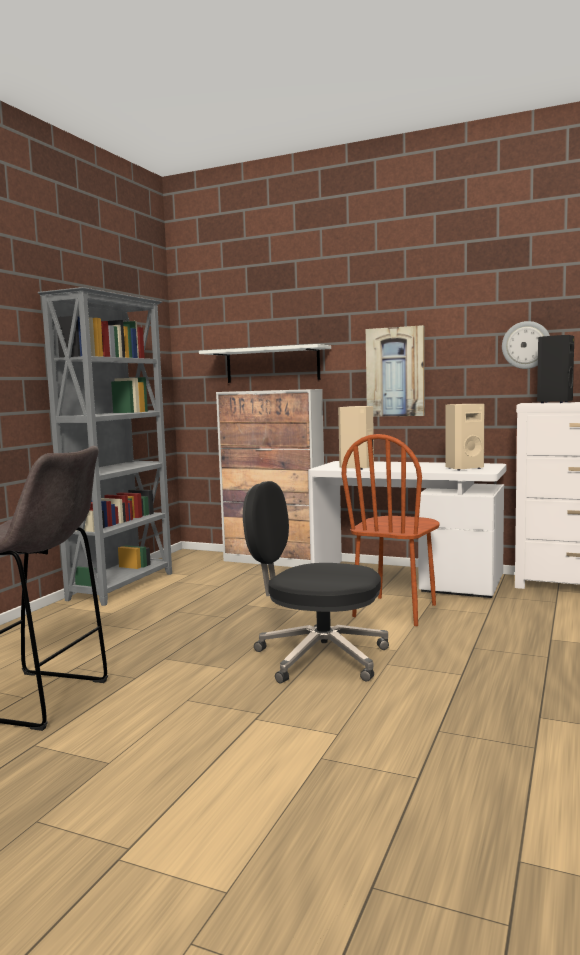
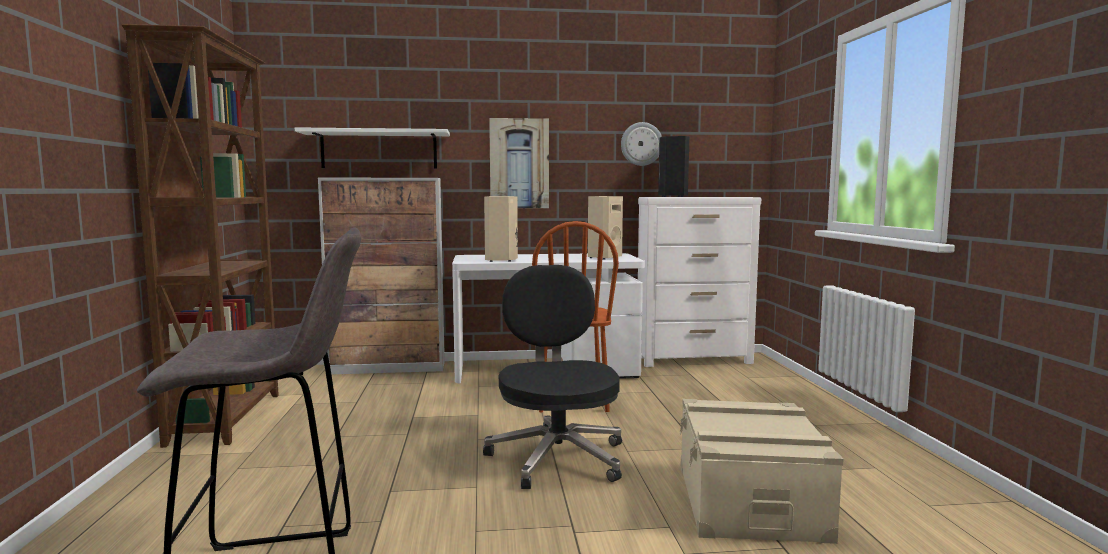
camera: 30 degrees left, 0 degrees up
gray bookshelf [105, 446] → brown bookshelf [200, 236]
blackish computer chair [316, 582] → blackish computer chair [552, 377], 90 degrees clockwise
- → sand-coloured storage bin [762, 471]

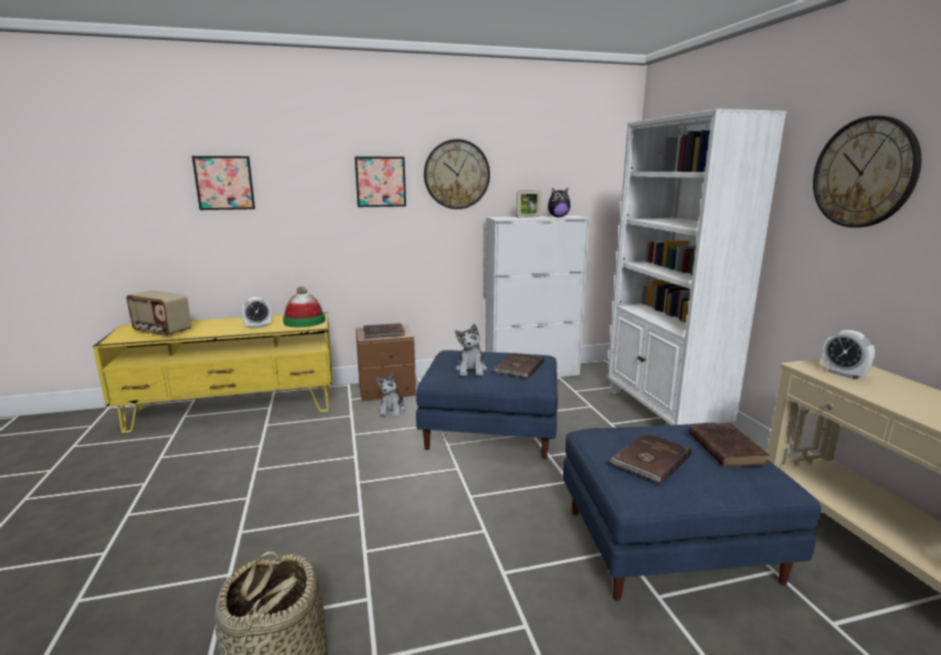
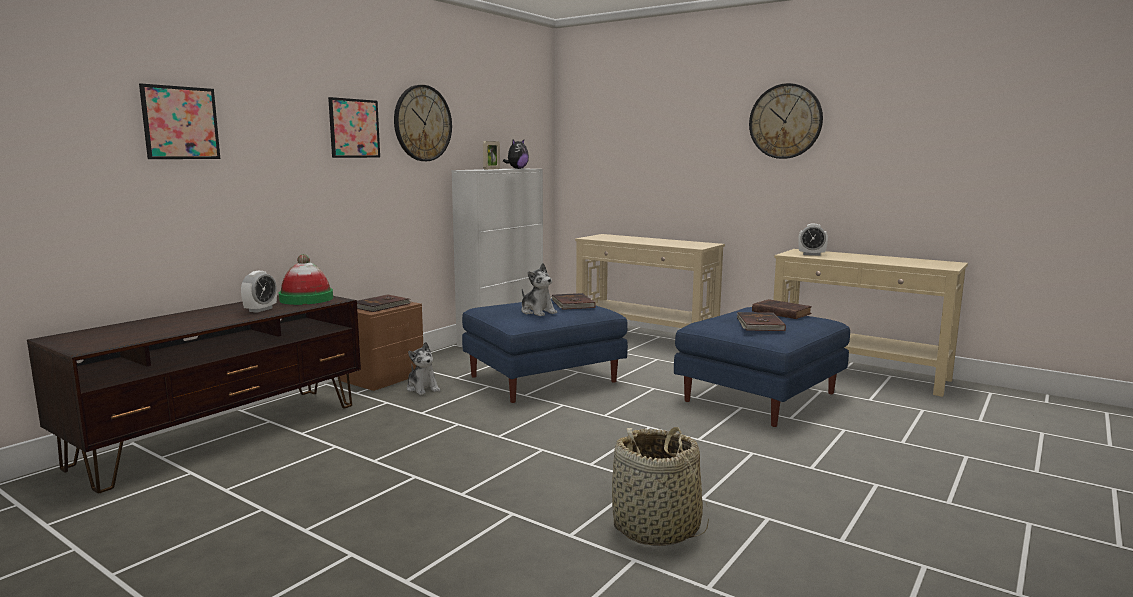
camera: 40 degrees left, 5 degrees down
white bookshelf [697, 267] → sand-coloured narrow table [650, 281]
radio set [158, 313] → -
yellow tv unit [212, 372] → brown tv unit [194, 394]

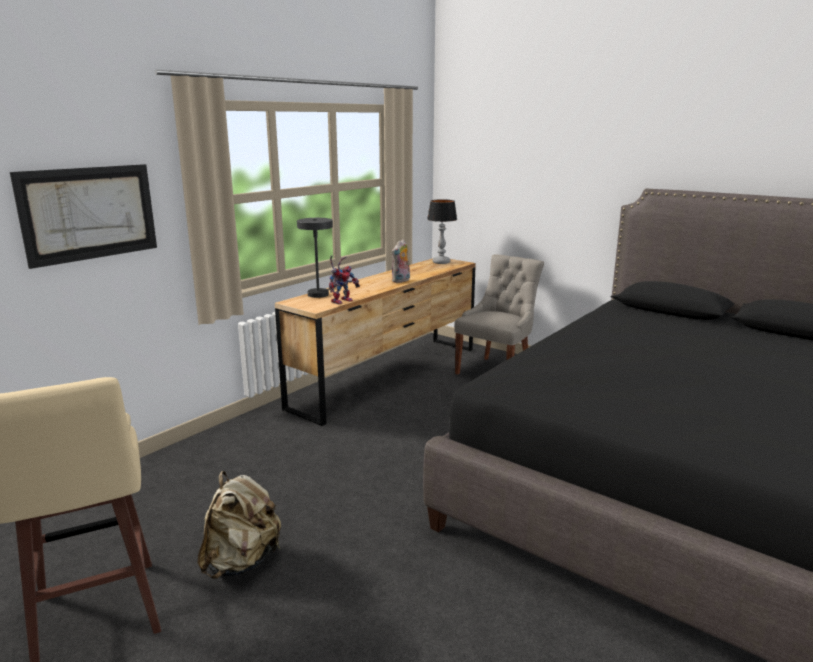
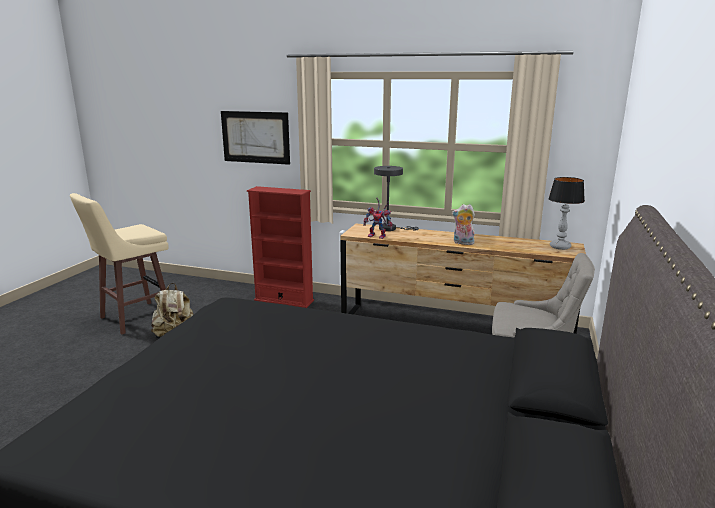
camera: 70 degrees right, 0 degrees up
- → reddish bookshelf [280, 247]

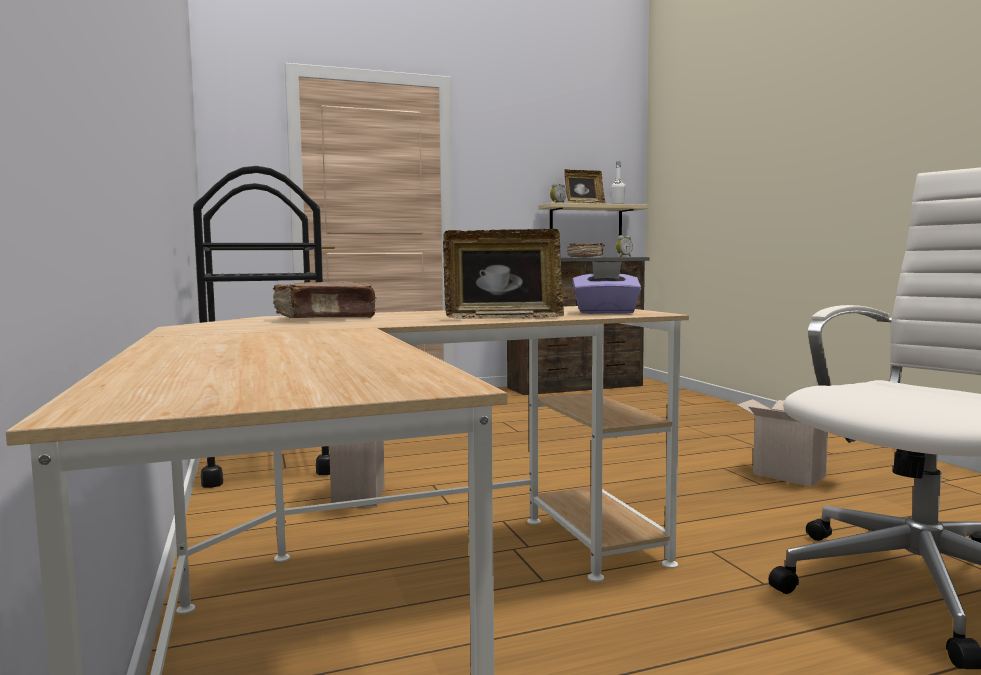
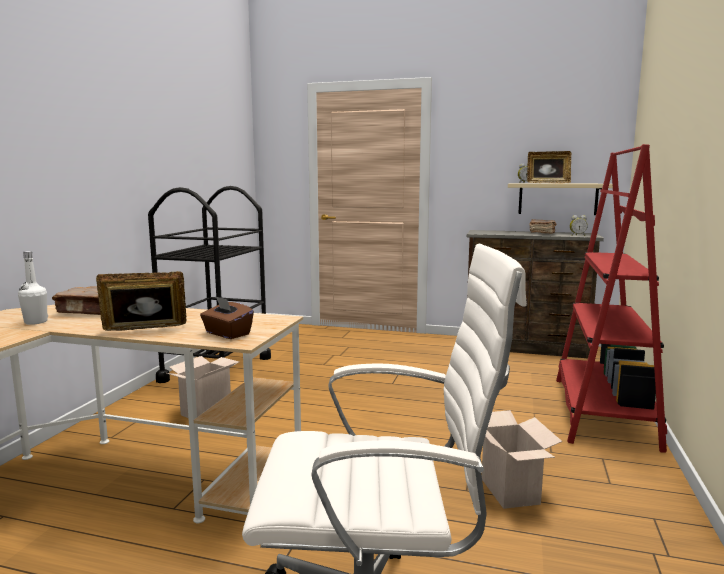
camera: 35 degrees right, 5 degrees up
white beverage bottle [618, 183] → white beverage bottle [33, 288], moved
photo frame [503, 274] → photo frame [141, 301], 135 degrees clockwise
purple box of tissues [607, 288] → brown box of tissues [227, 317]
- → reddish bookshelf [611, 298]

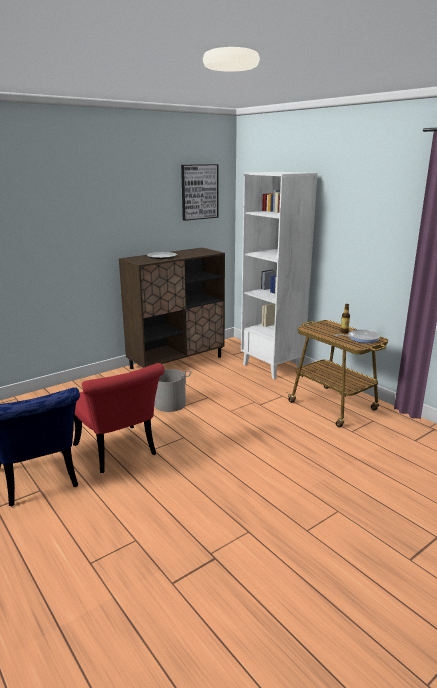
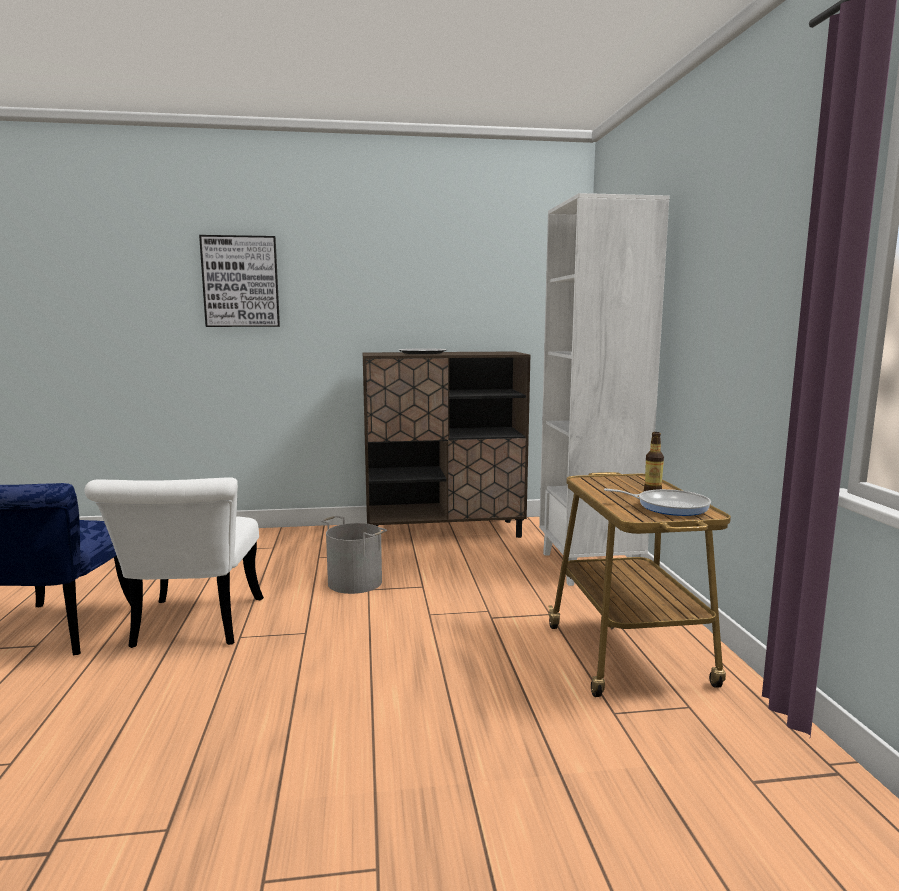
camera: 30 degrees right, 10 degrees down
wall art [199, 192] → wall art [239, 281], moved
reddish chair [118, 418] → white chair [174, 562]

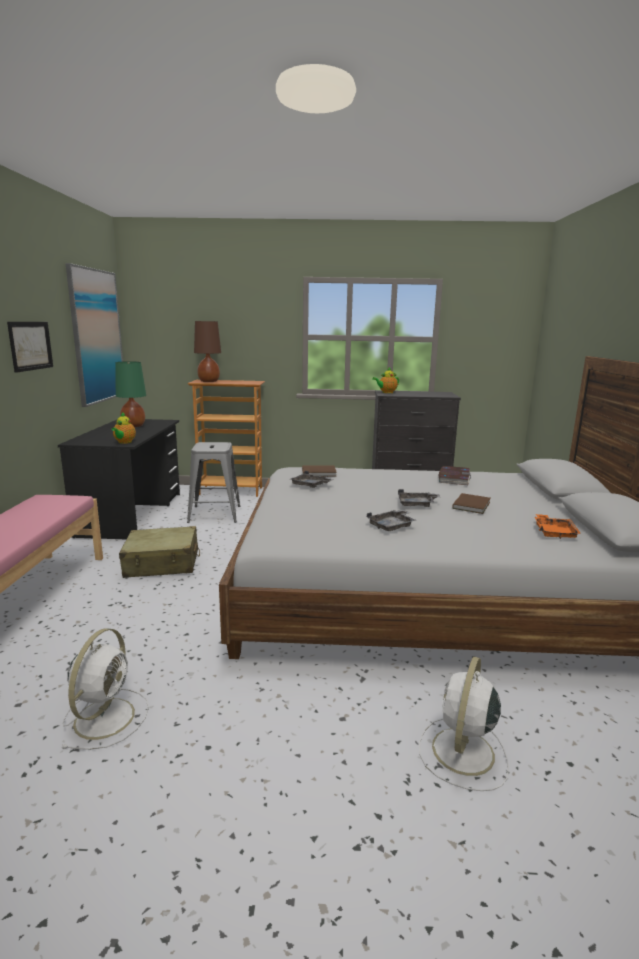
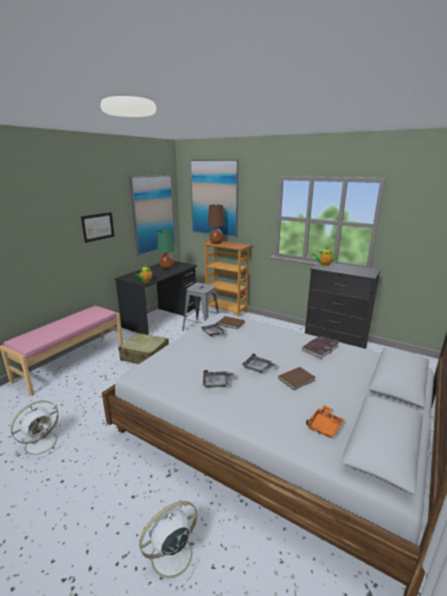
camera: 30 degrees right, 5 degrees up
- → wall art [214, 198]

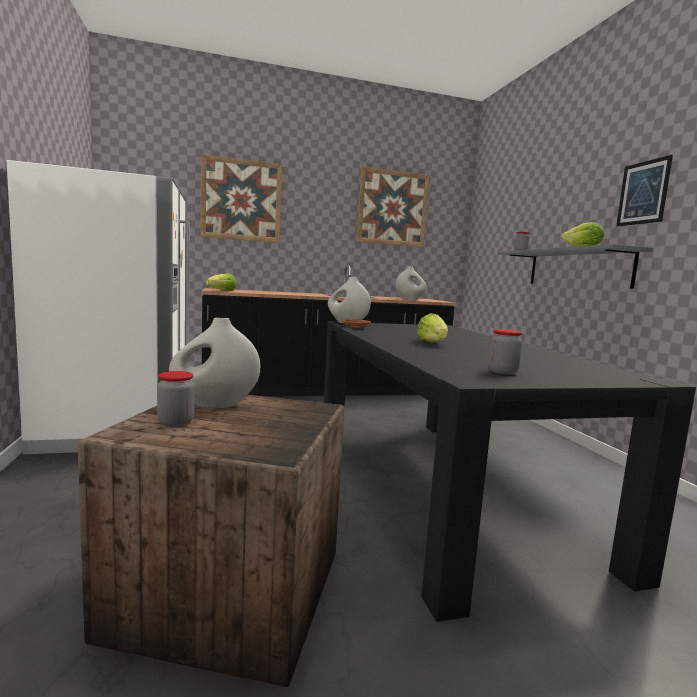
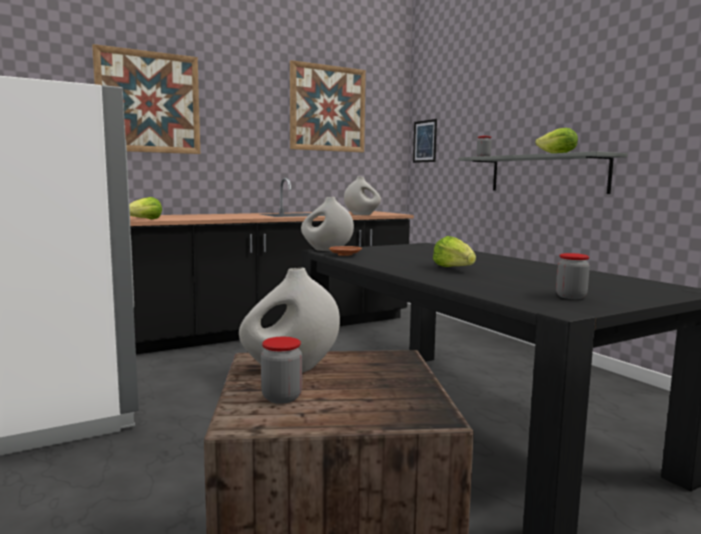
camera: 15 degrees left, 0 degrees up
wall art [644, 190] → wall art [425, 141], moved

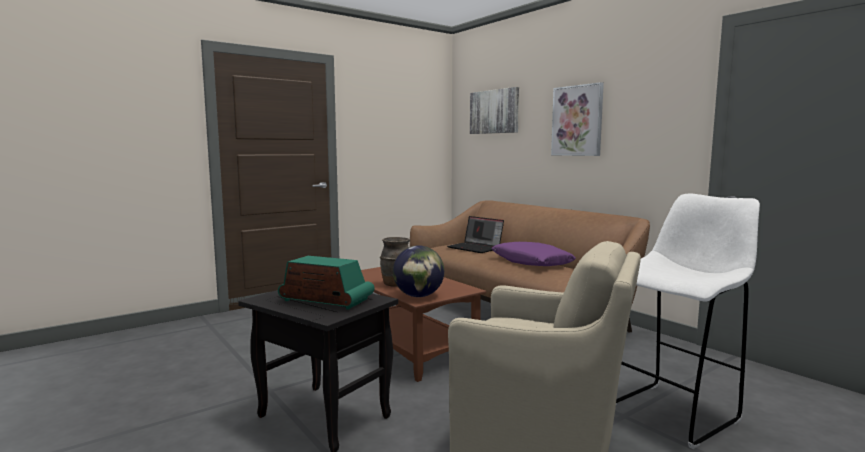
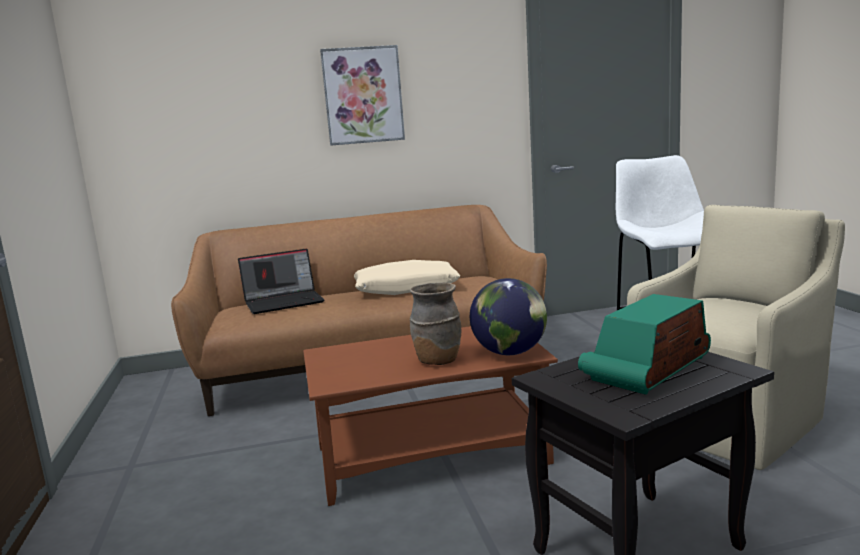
camera: 65 degrees left, 5 degrees up
wall art [494, 110] → -
purple pillow [534, 254] → sand-coloured pillow [407, 277]

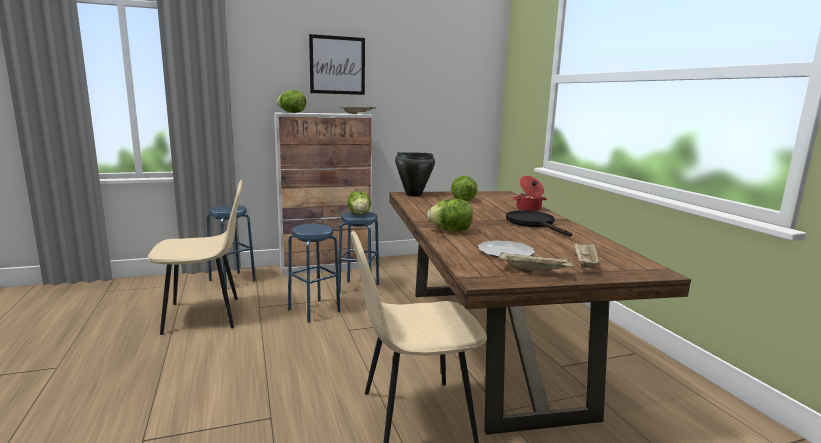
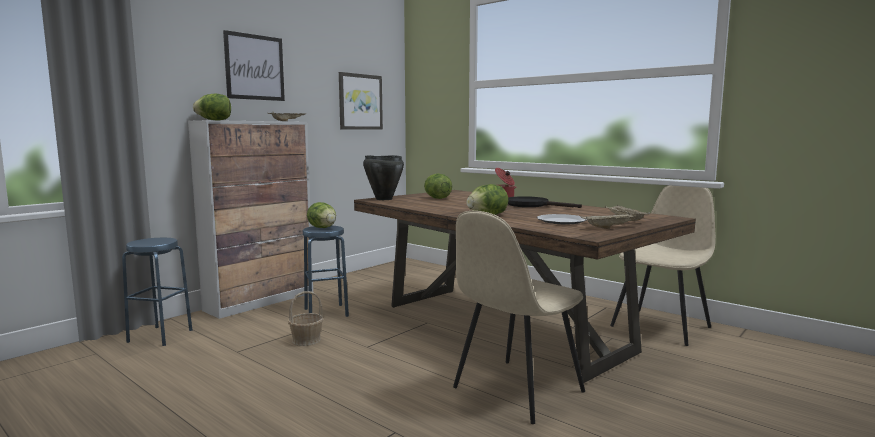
camera: 30 degrees left, 5 degrees down
sand-coloured chair [195, 257] → sand-coloured chair [663, 265], moved
bluish stool seat [314, 273] → storage basket [305, 318]
- → wall art [361, 101]

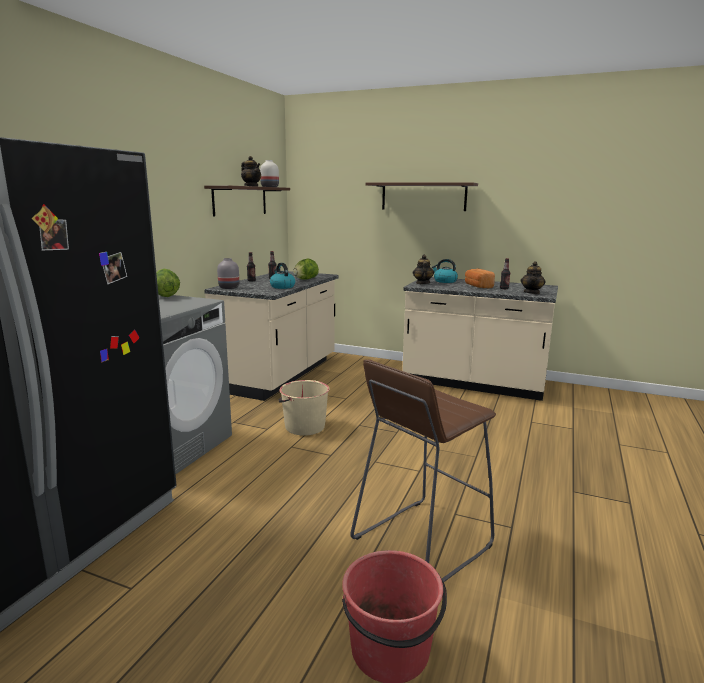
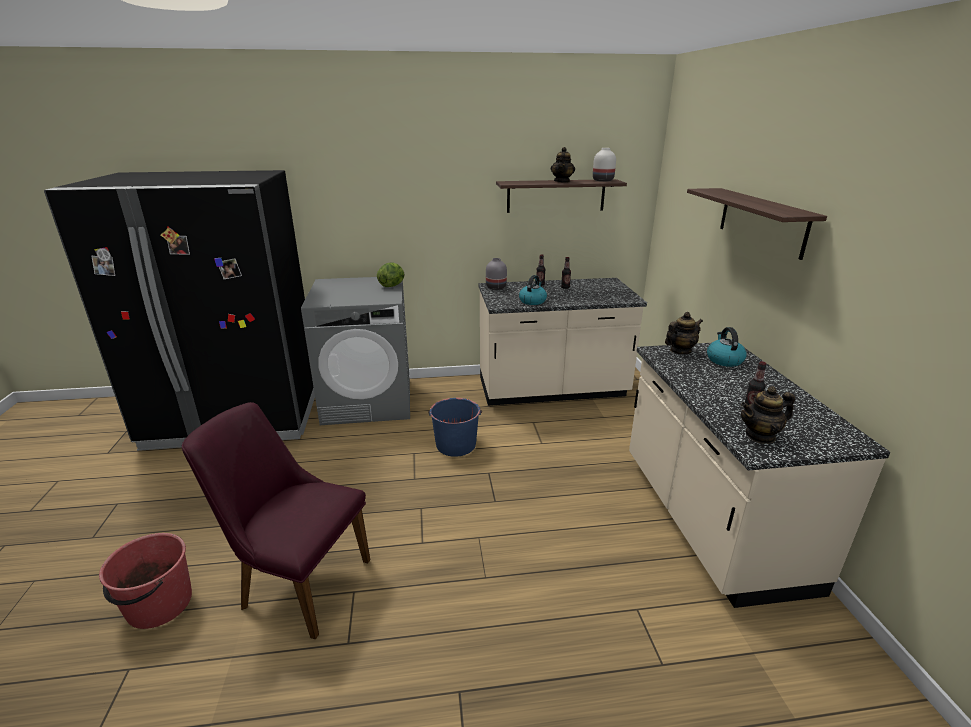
camera: 60 degrees right, 10 degrees up
head of lettuce [306, 269] → -
bakery bread [480, 278] → -
brown stool seat [423, 471] → purple chair [276, 521]
sand-coloured pail [304, 407] → bluish pail [455, 427]

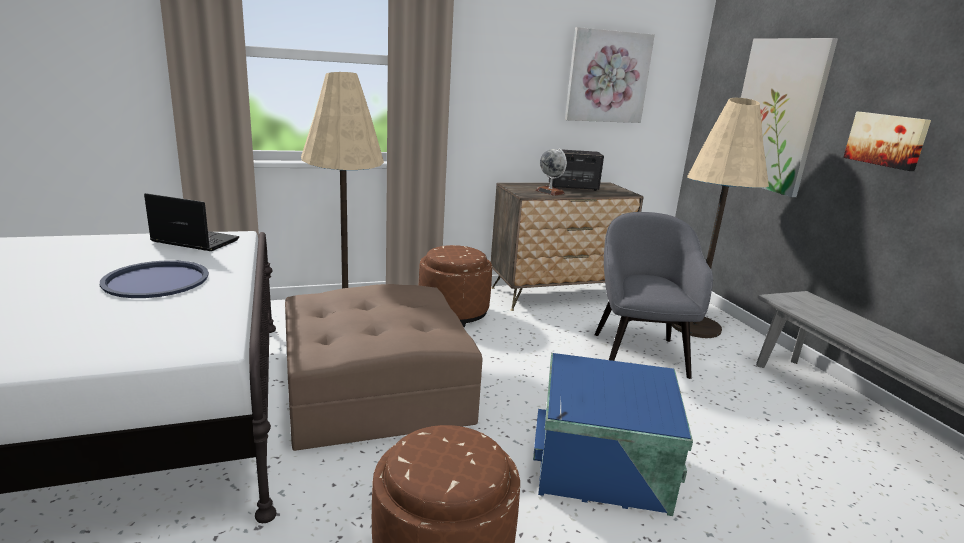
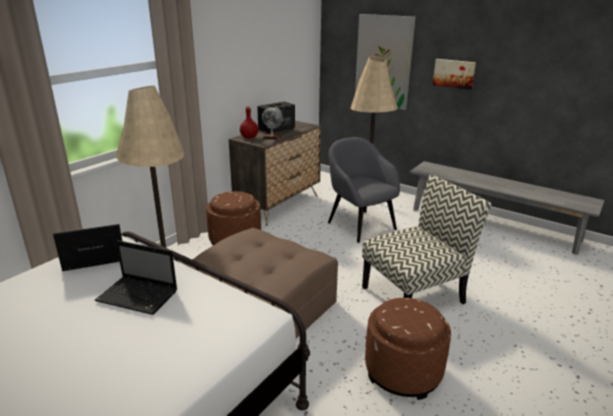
camera: 35 degrees left, 5 degrees up
wall art [610, 75] → -
bluish tray [154, 279] → notebook computer [136, 277]
bluish storage bin [613, 434] → chair [426, 239]
- → reddish beverage bottle [249, 122]

